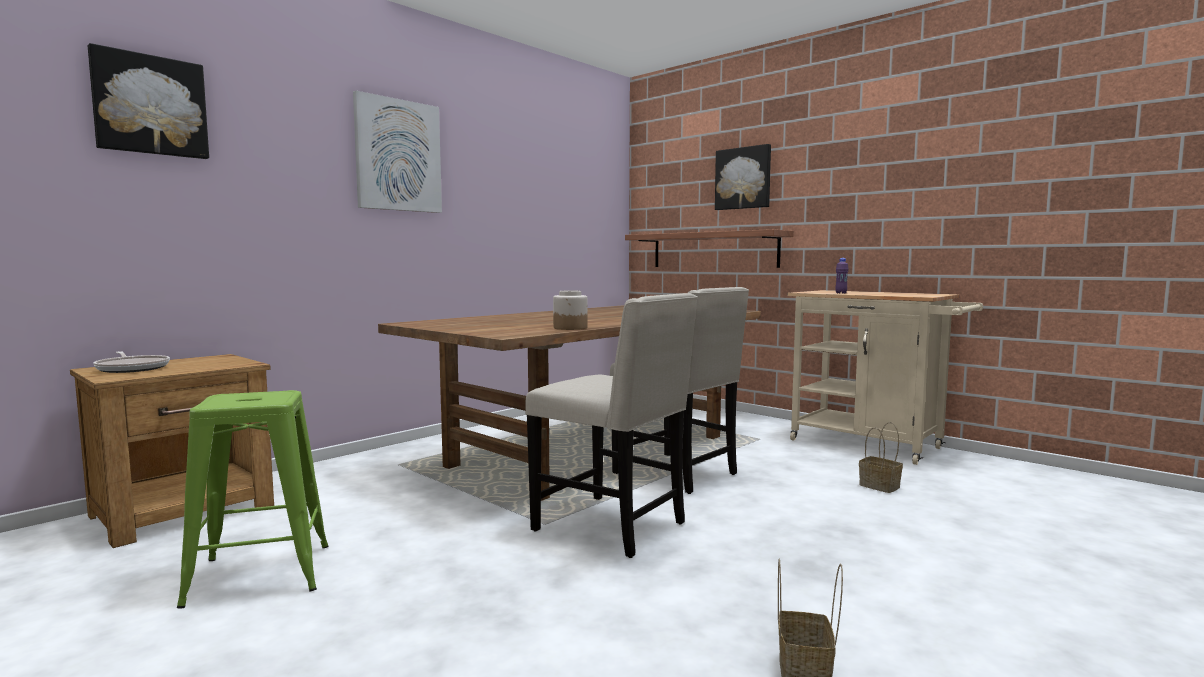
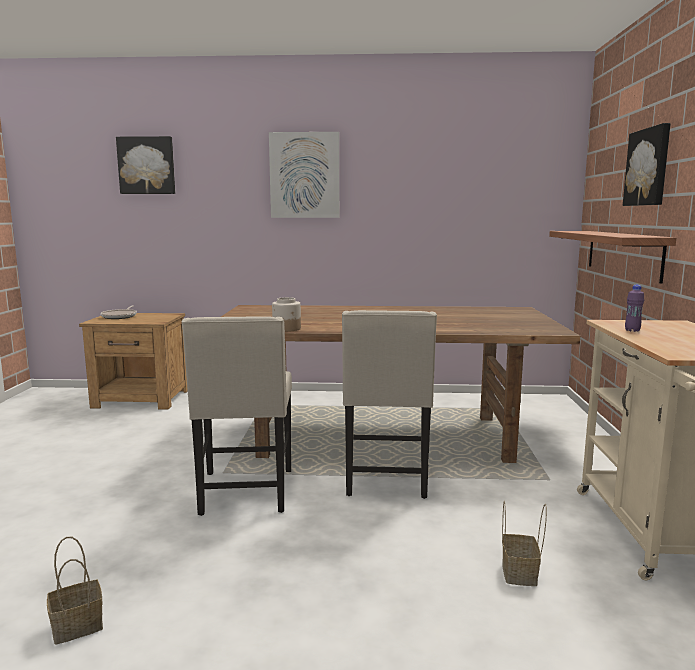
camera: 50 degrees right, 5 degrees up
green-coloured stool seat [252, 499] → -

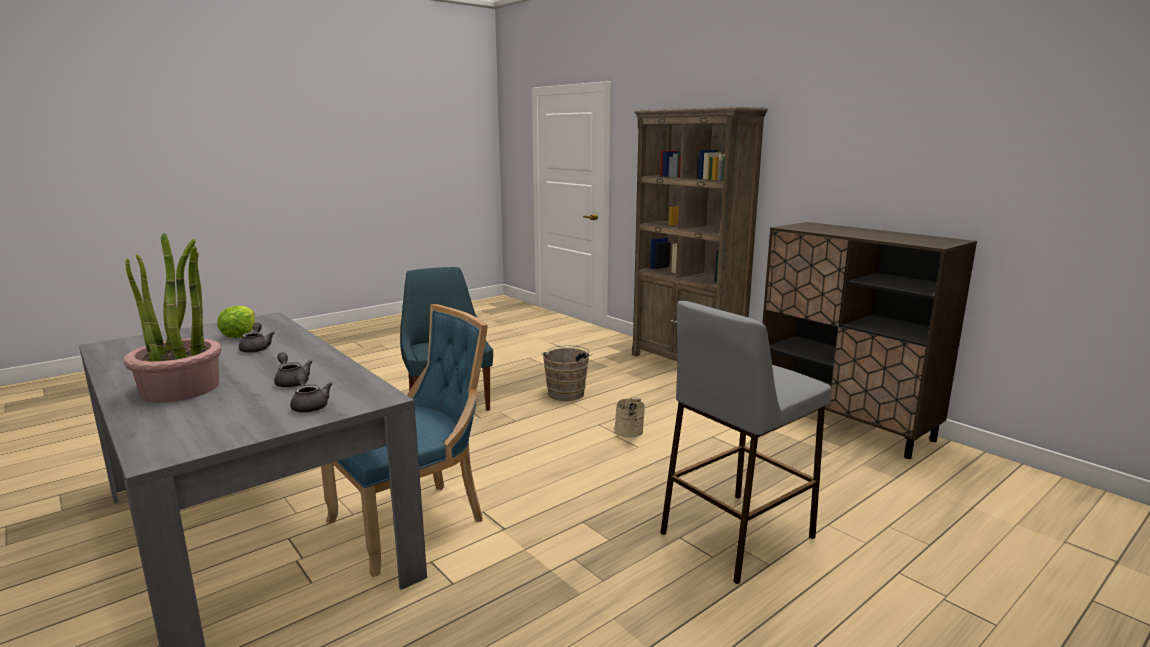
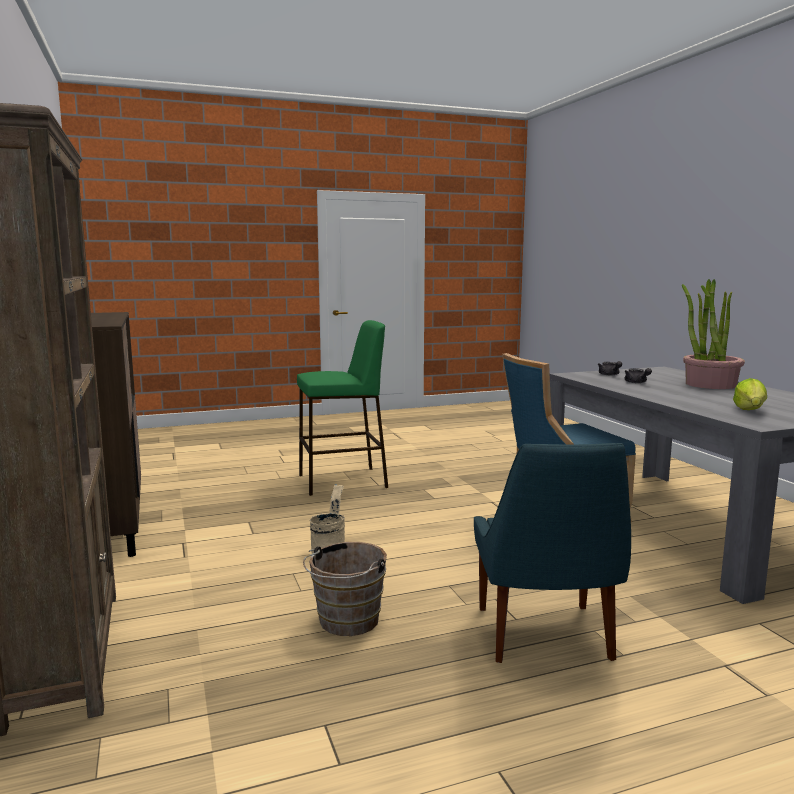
camera: 160 degrees left, 5 degrees down
gray stool seat [746, 442] → green-coloured stool seat [342, 408]
gray teapot [257, 337] → -

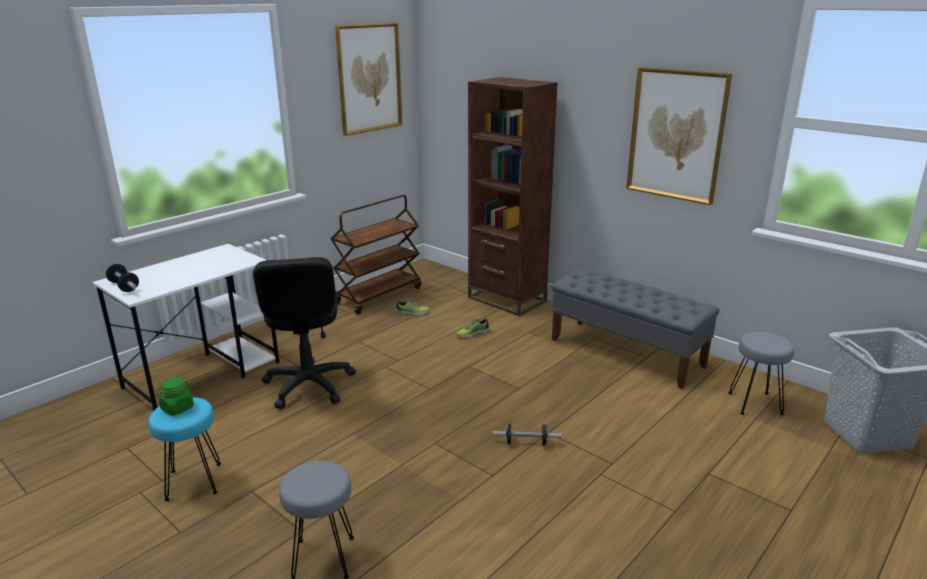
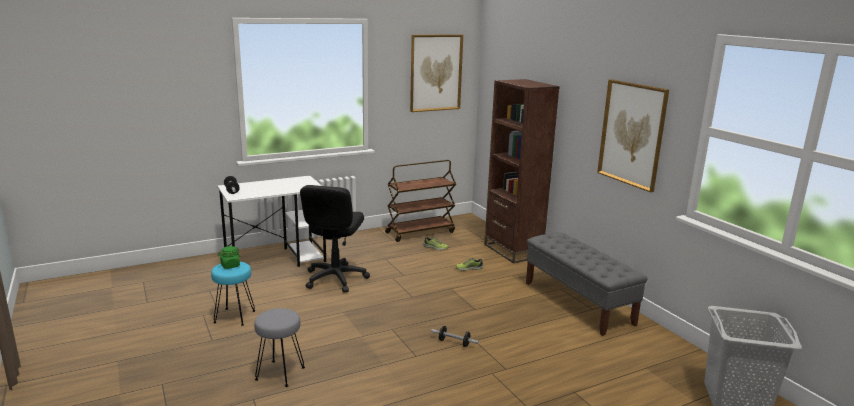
camera: 20 degrees right, 5 degrees down
gray stool seat [761, 373] → -

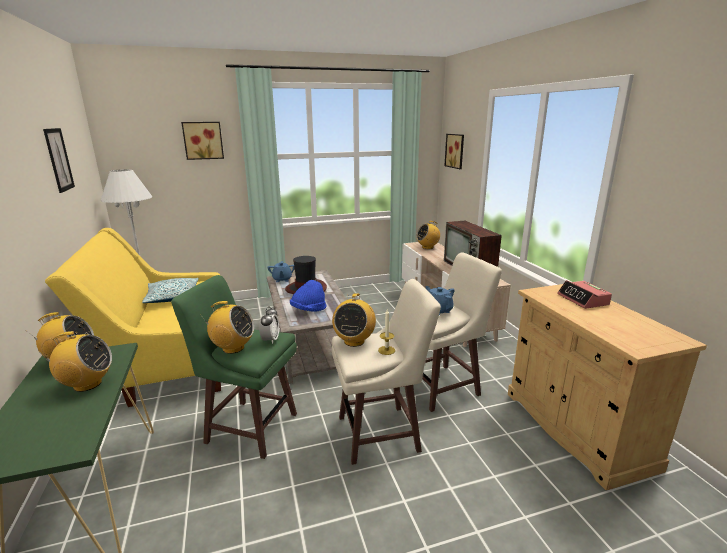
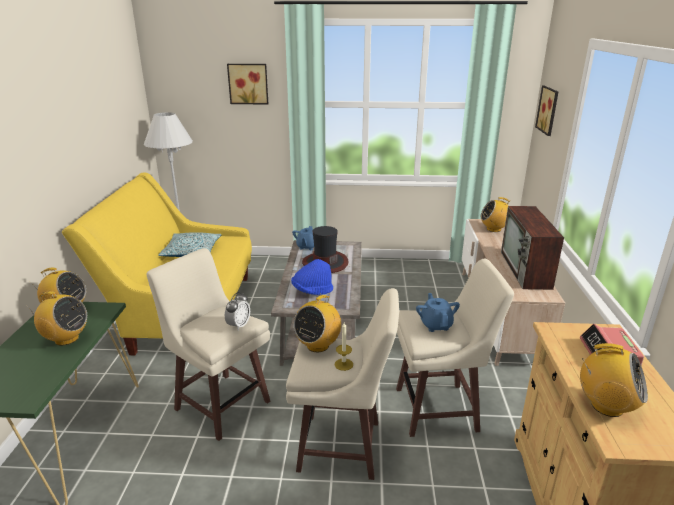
camera: 20 degrees right, 5 degrees up
wall art [59, 160] → -
green-coloured stool seat [234, 367] → sand-coloured stool seat [208, 344]
radio set [227, 327] → radio set [614, 380], moved

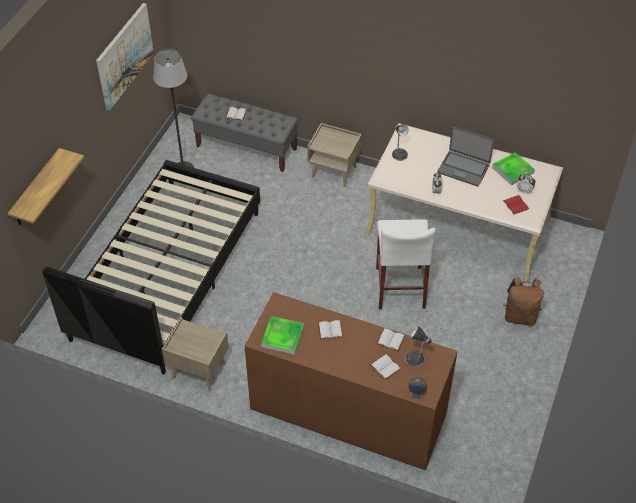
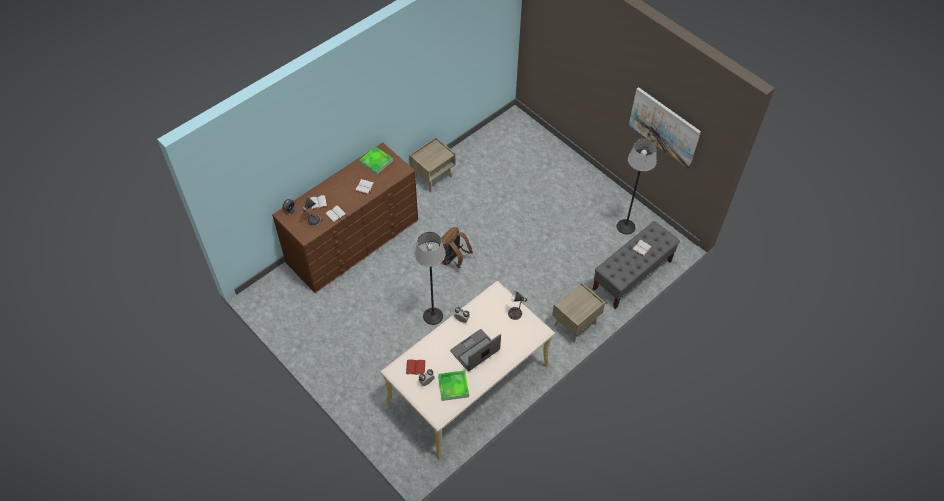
camera: 115 degrees right, 5 degrees up
shelf [45, 186] → -
blackish bed [151, 267] → -
white stool seat [406, 264] → standard lamp [430, 278]
brown rucksack [523, 301] → brown rucksack [456, 247], moved

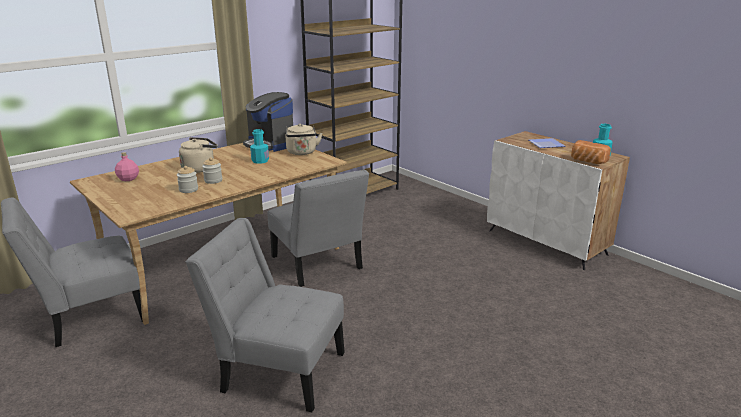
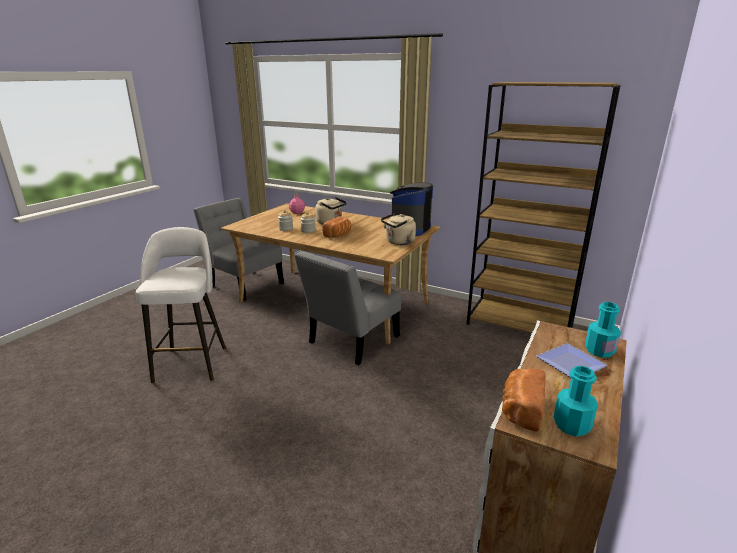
camera: 70 degrees right, 0 degrees up
turquoise beverage bottle [259, 146] → turquoise beverage bottle [603, 330], moved
gray chair [265, 315] → white stool seat [181, 305]
- → bakery bread [336, 227]

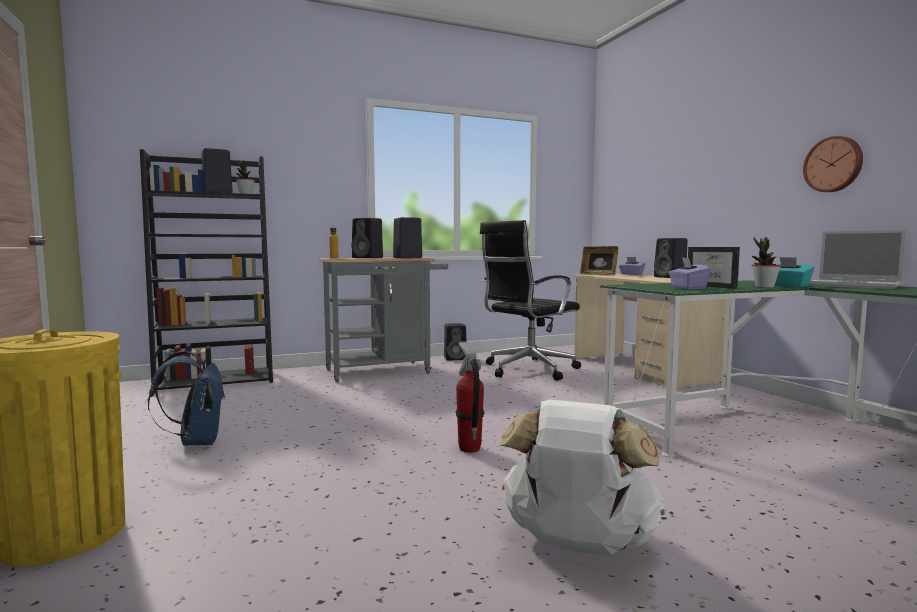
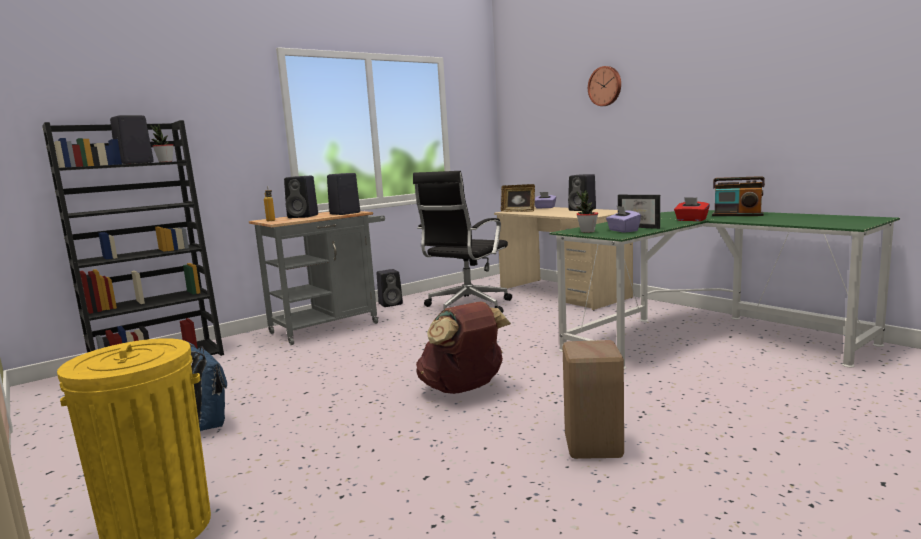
camera: 15 degrees left, 5 degrees up
hanging clock [833, 164] → hanging clock [604, 86], moved
notebook computer [858, 259] → radio set [738, 196]
houseplant [766, 262] → houseplant [587, 211], moved
turquoise box of tissues [794, 272] → reddish box of tissues [692, 209]
fire-fighting cylinder [470, 397] → brown rucksack [463, 347]
white rucksack [582, 478] → sand-coloured stool seat [593, 399]

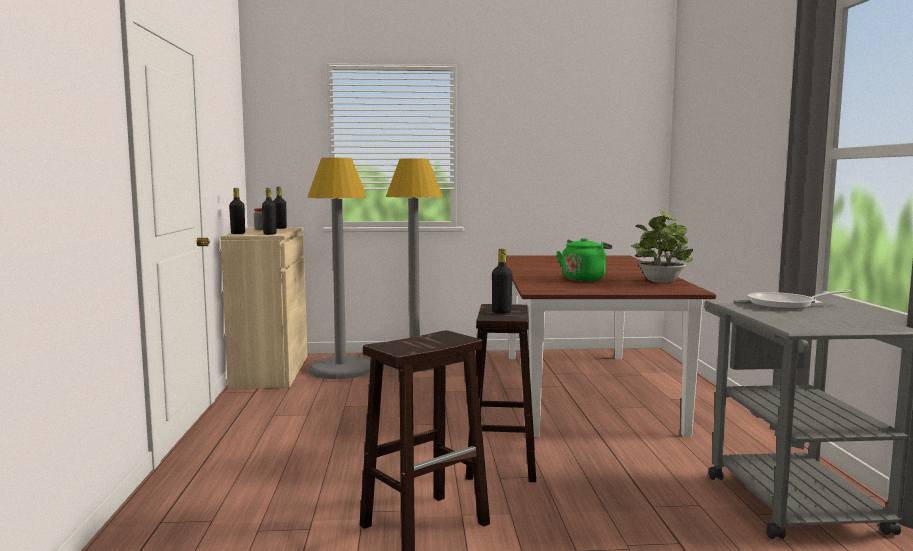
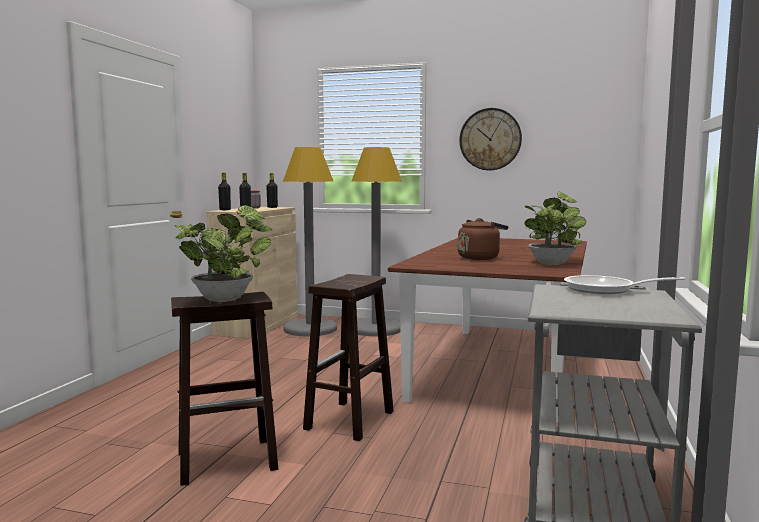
camera: 20 degrees right, 0 degrees up
green-coloured tea kettle [584, 259] → brown tea kettle [483, 239]
blackish beverage bottle [502, 281] → -
- → hanging clock [490, 139]
- → houseplant [224, 253]

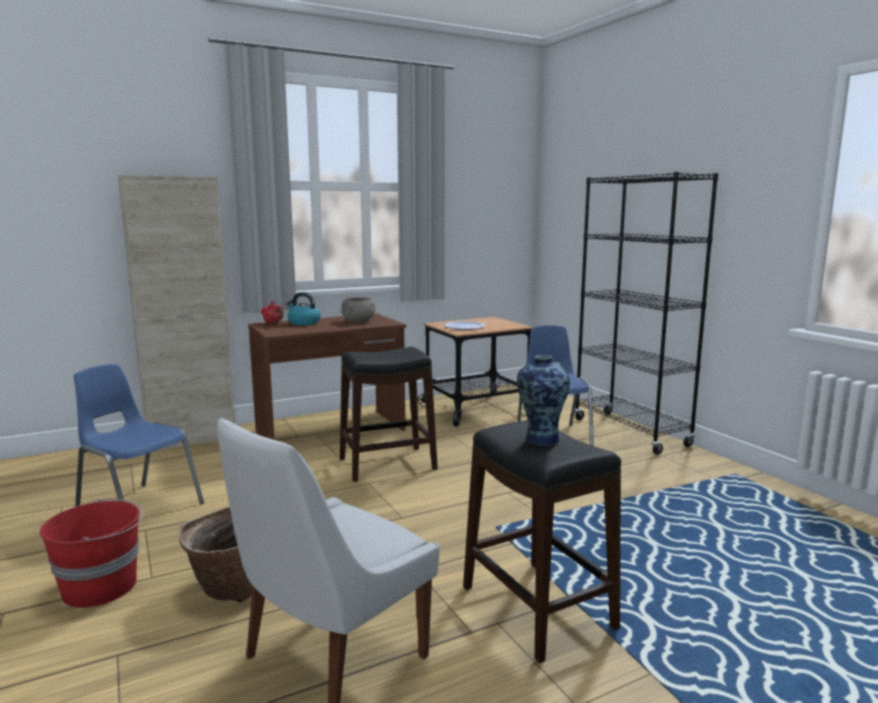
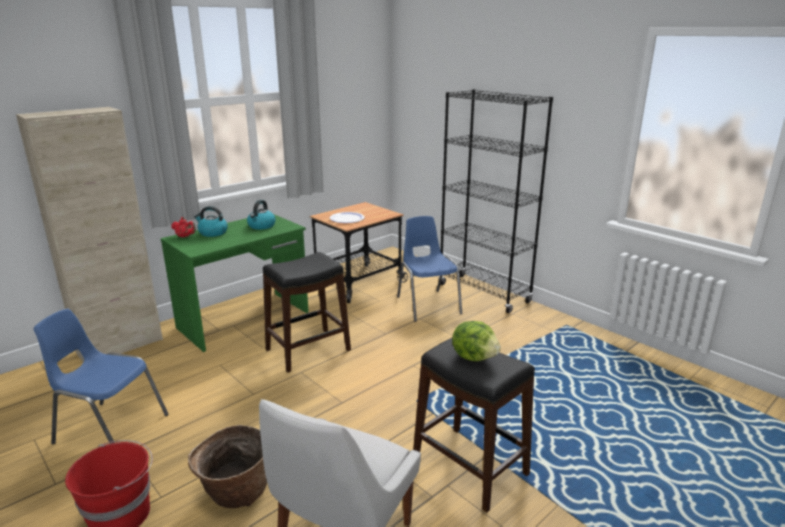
camera: 15 degrees left, 10 degrees up
gray deep dish [358, 309] → tea kettle [261, 215]
brown desk table [327, 377] → green-coloured desk table [234, 283]
flower vase [543, 400] → head of lettuce [476, 341]

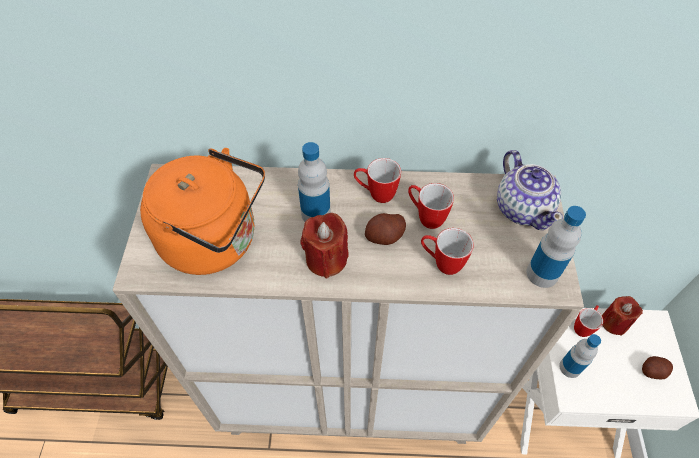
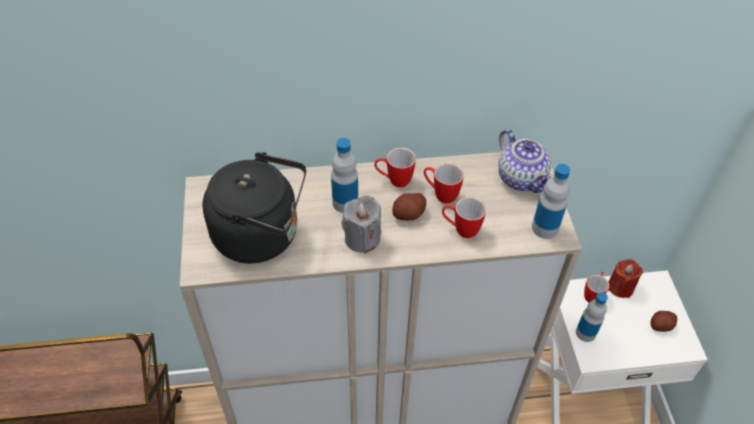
camera: 10 degrees left, 5 degrees down
orange-coloured tea kettle [202, 211] → blackish tea kettle [254, 208]
reddish candle [324, 245] → gray candle [361, 224]

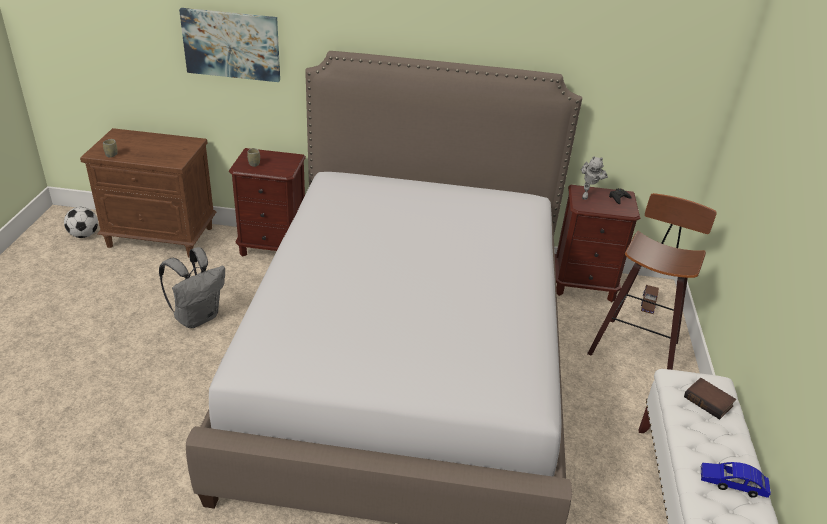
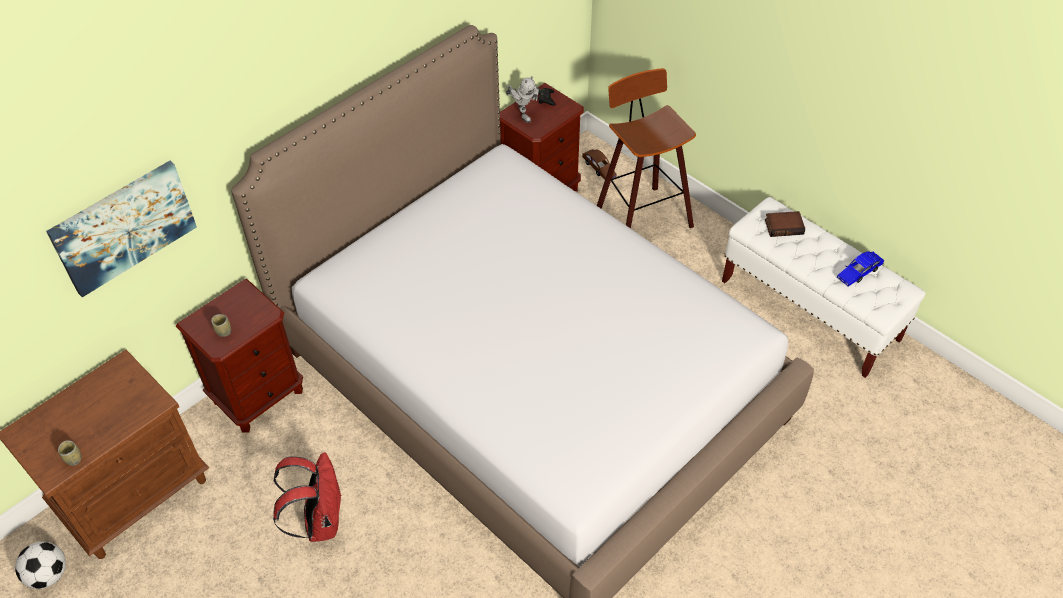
camera: 50 degrees left, 15 degrees up
gray rucksack [192, 287] → reddish rucksack [307, 497]

